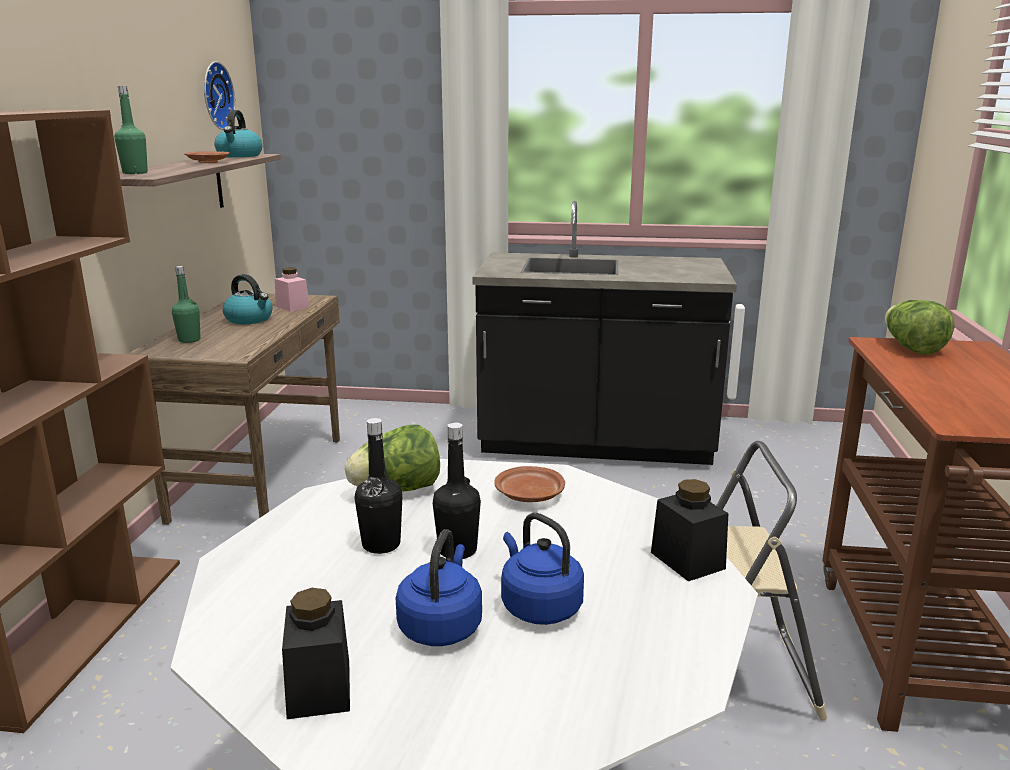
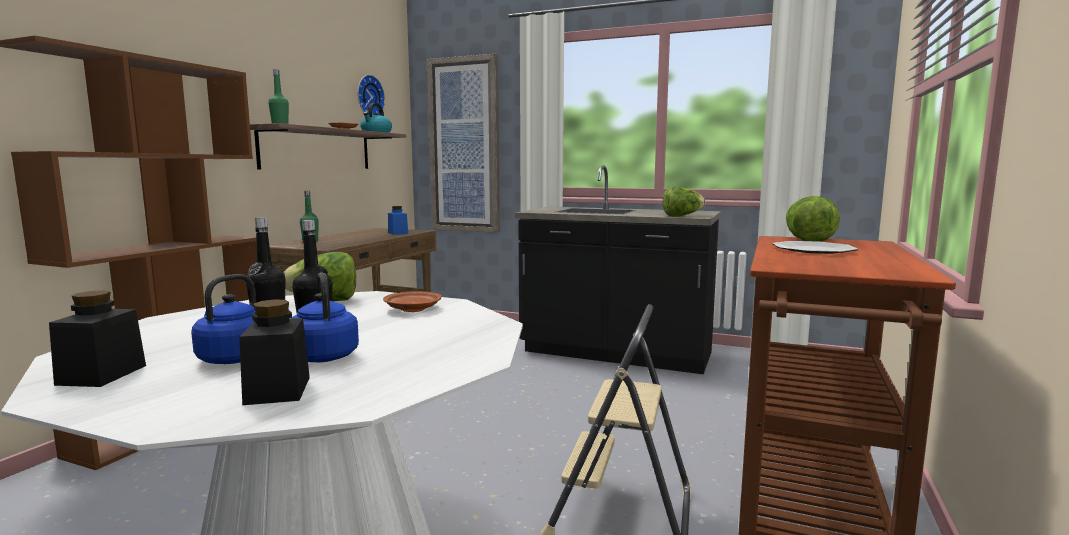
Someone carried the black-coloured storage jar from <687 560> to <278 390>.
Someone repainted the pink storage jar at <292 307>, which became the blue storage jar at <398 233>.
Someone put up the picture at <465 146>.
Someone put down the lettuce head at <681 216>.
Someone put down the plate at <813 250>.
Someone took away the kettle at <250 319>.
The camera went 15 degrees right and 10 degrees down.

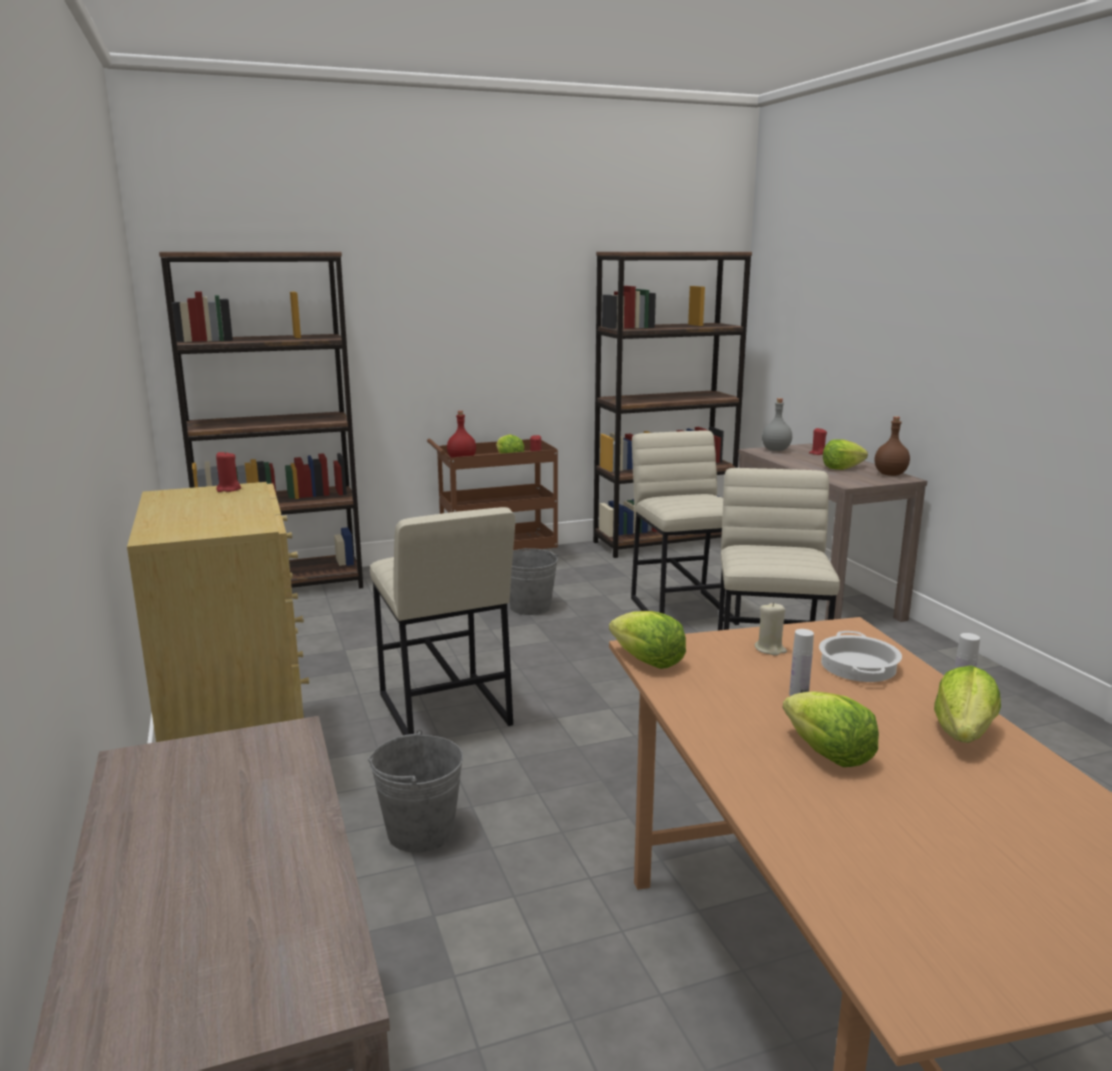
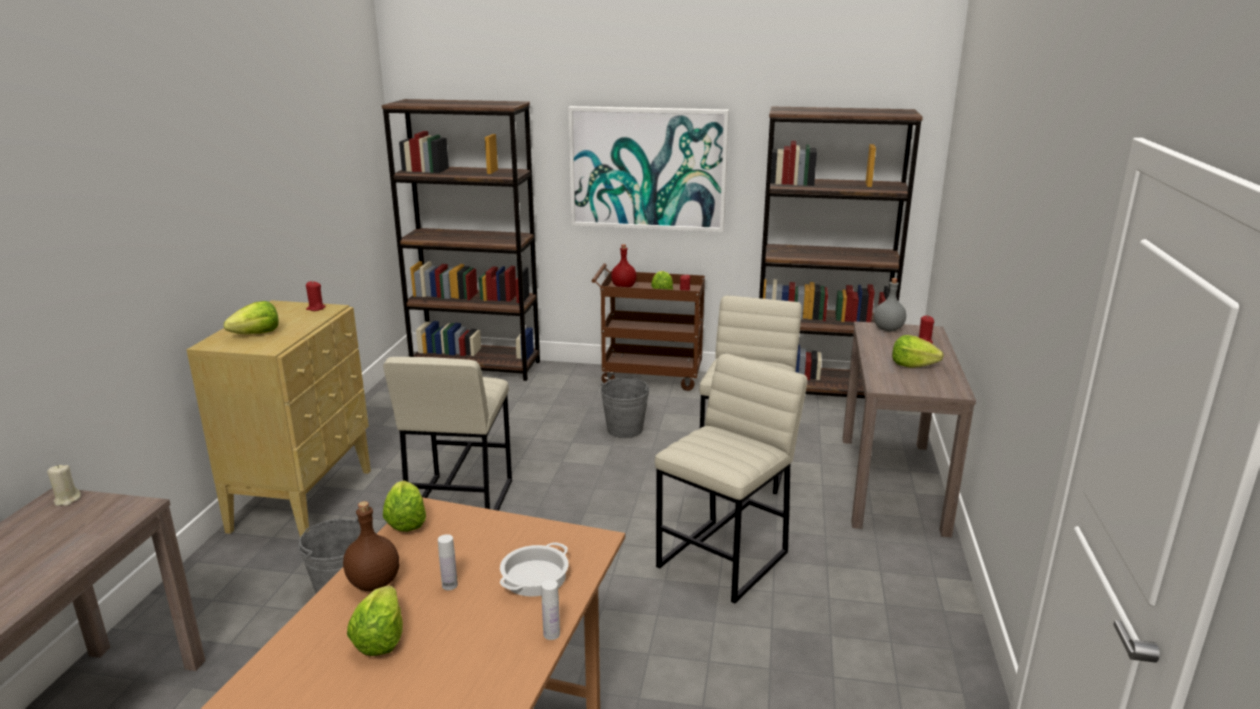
Someone carried the beige wax light from <770 649> to <67 500>.
Someone carried the lettuce head from <963 734> to <257 334>.
Someone carried the brown beverage bottle from <889 474> to <374 582>.
Someone put up the picture at <647 168>.
The camera went 30 degrees right and 5 degrees up.

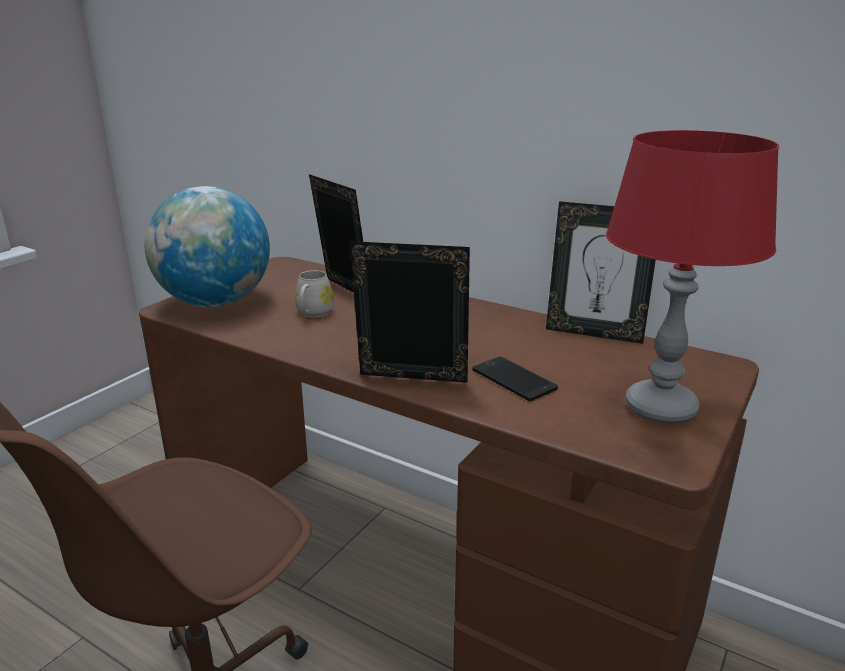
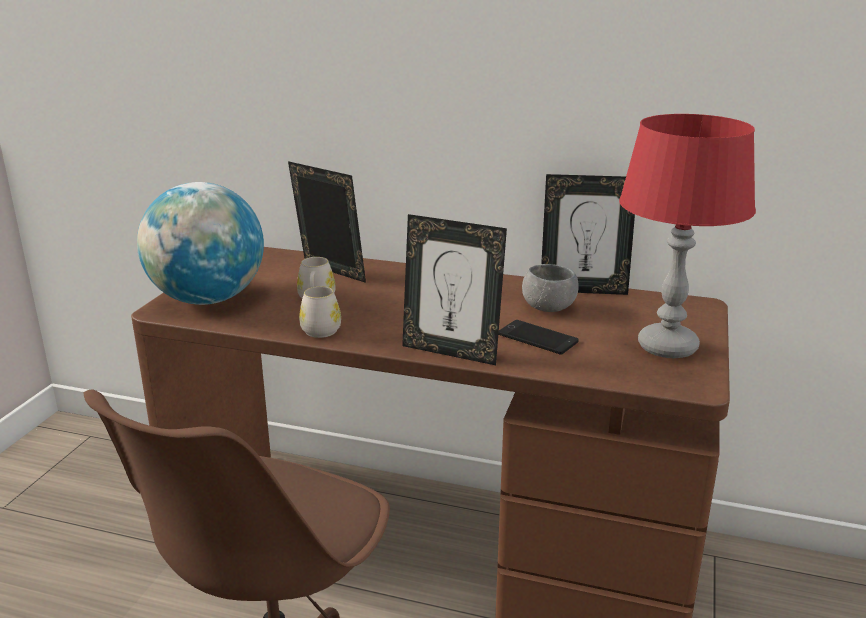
Someone put down the whitish coffee mug at <322 328>.
Someone rotated the picture frame at <411 382> by 150 degrees counterclockwise.
Someone put down the grey serving bowl at <549 308>.
The camera went 15 degrees left and 0 degrees up.

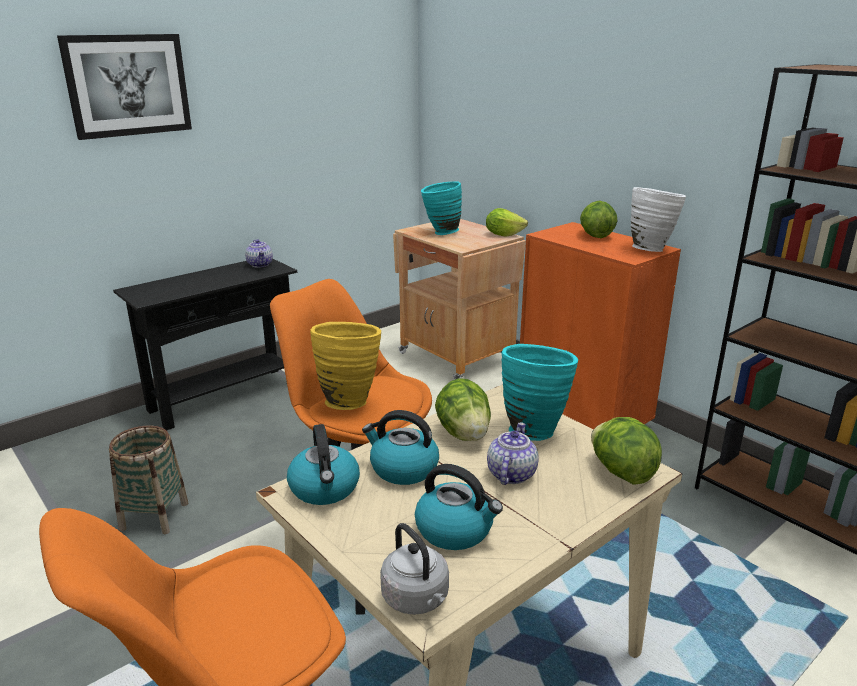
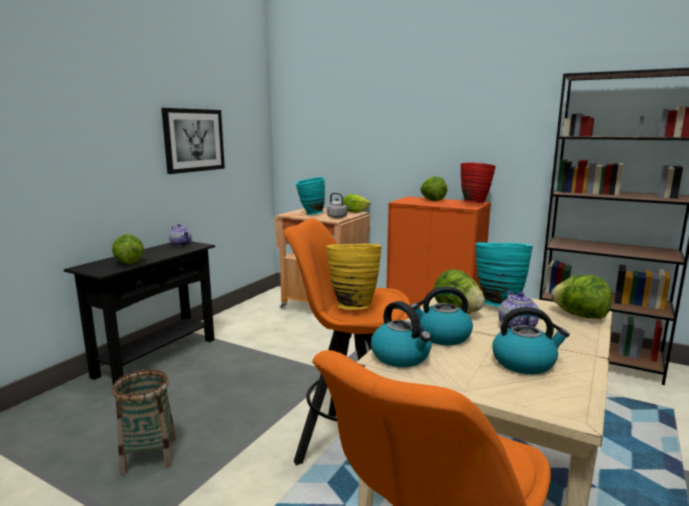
Someone put down the lettuce head at <128 263>.
Someone carried the picture from <128 85> to <194 140>.
Someone carried the grey kettle from <417 599> to <338 217>.
Someone repainted the whitish vase at <651 249>, which became the red vase at <474 203>.
The camera went 20 degrees left and 10 degrees down.

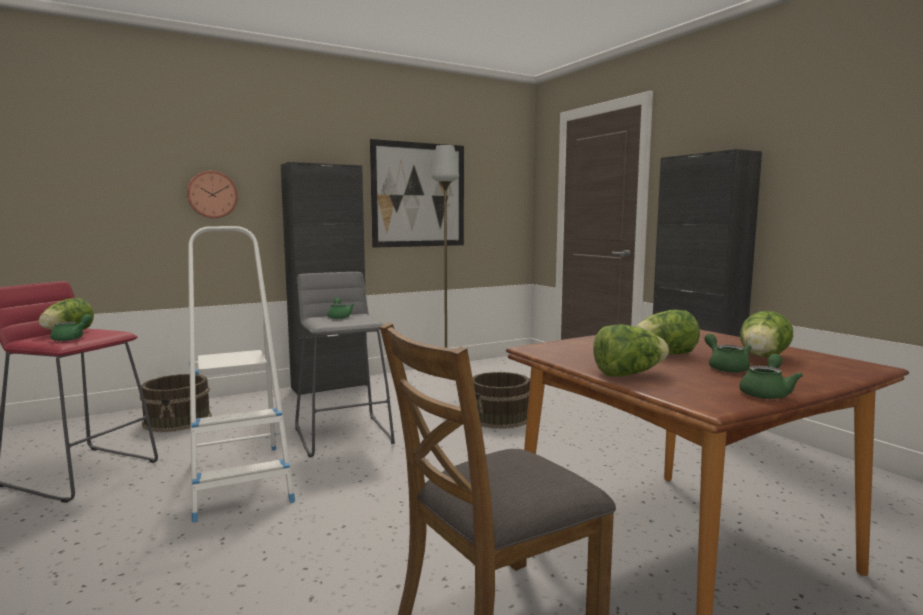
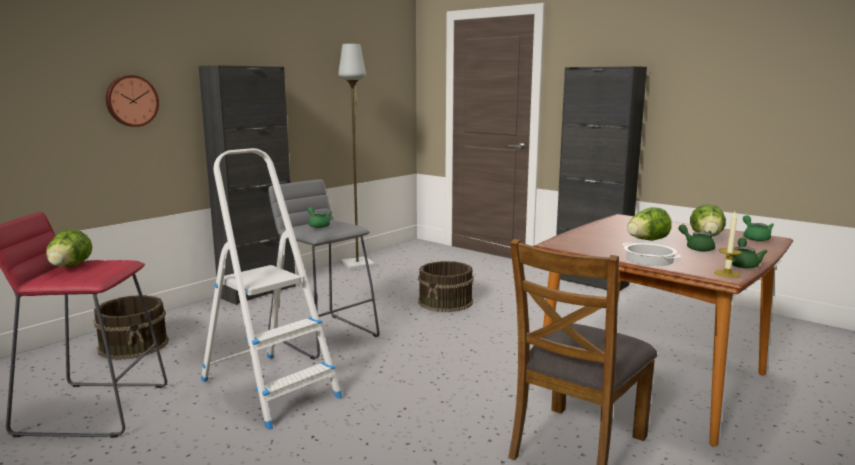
Someone swapped the lettuce head at <628 374> for the cooking pot at <648 259>.
Someone put down the wax light at <727 273>.
Someone carried the greenish teapot from <72 338> to <755 238>.
Someone took away the picture at <419 195>.
The camera went 20 degrees left and 5 degrees up.

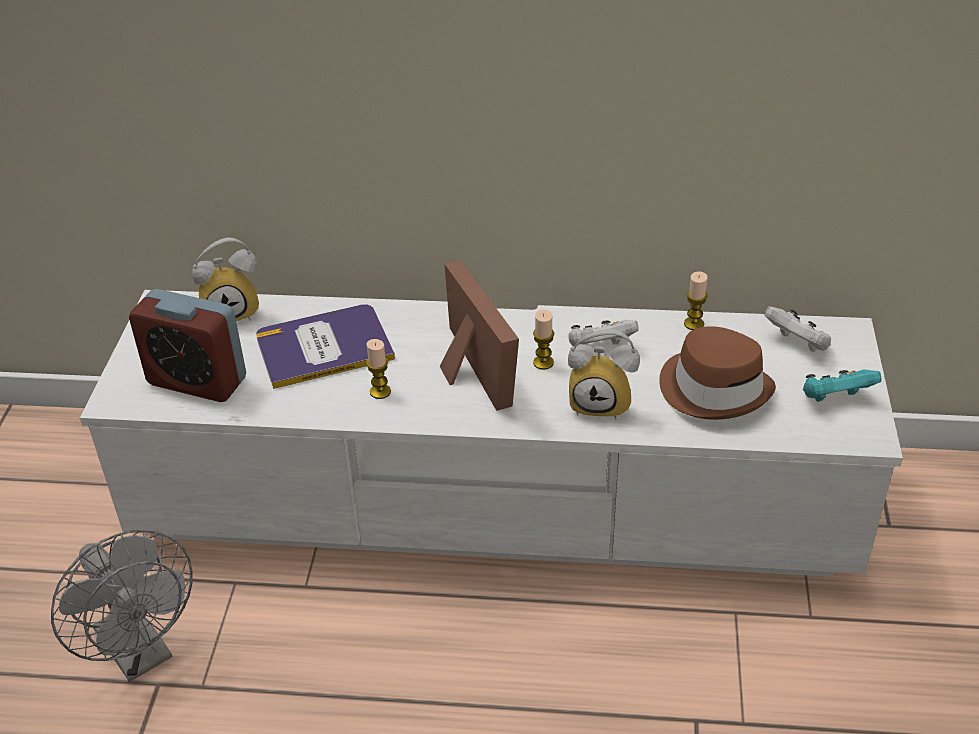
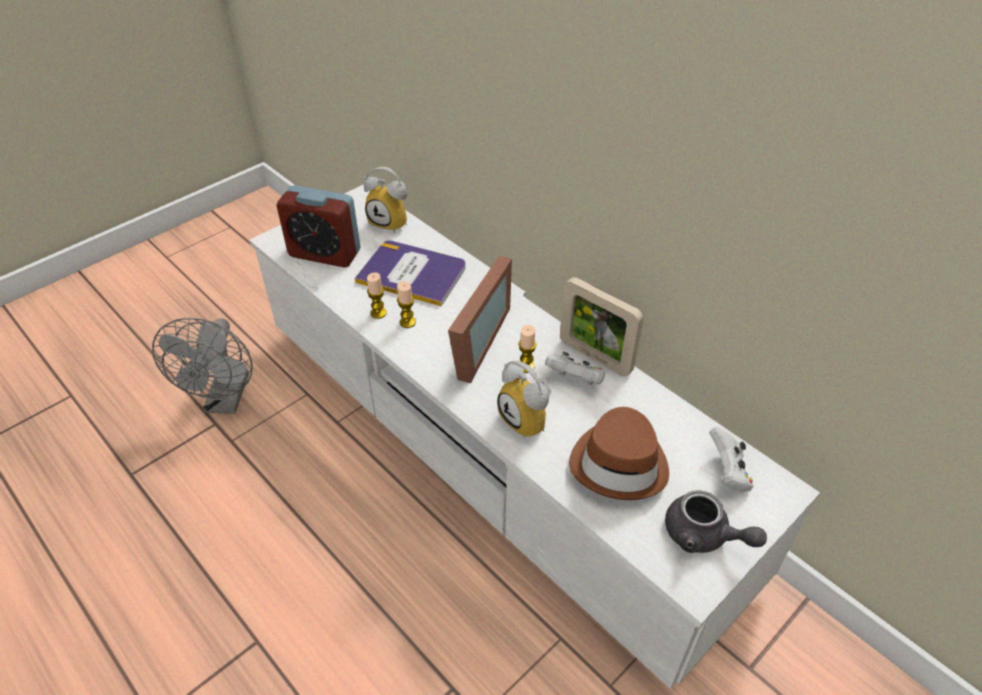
Someone rotated the alarm clock at <197 381> by 45 degrees counterclockwise.
Someone carried the wax light from <693 324> to <378 313>.
Someone put down the picture frame at <595 357>.
Someone swapped the turquoise gamepad at <835 399> for the grey teapot at <704 536>.
The camera went 40 degrees right and 5 degrees up.

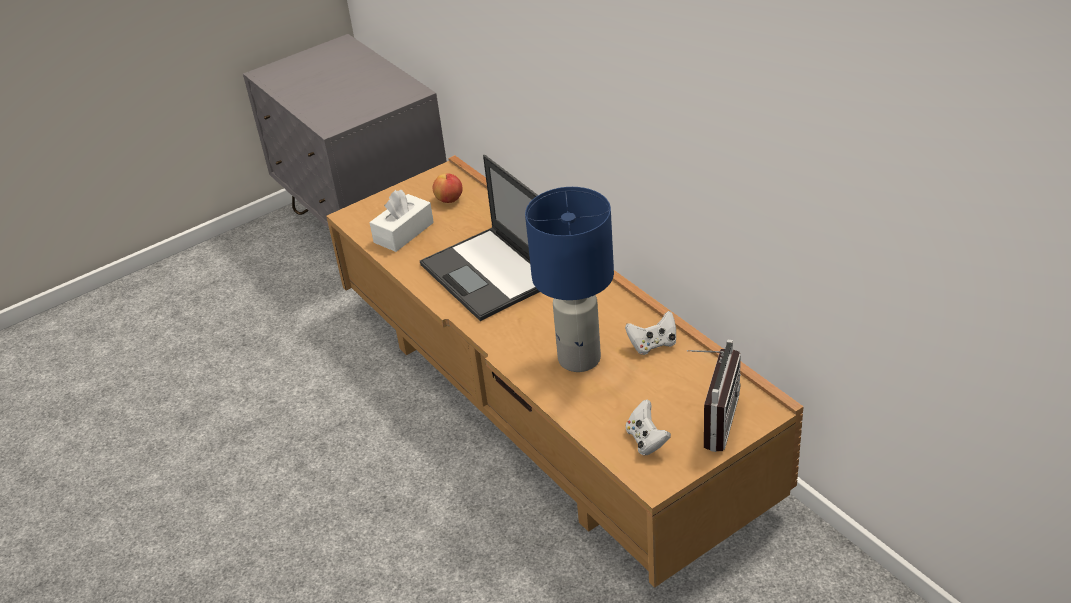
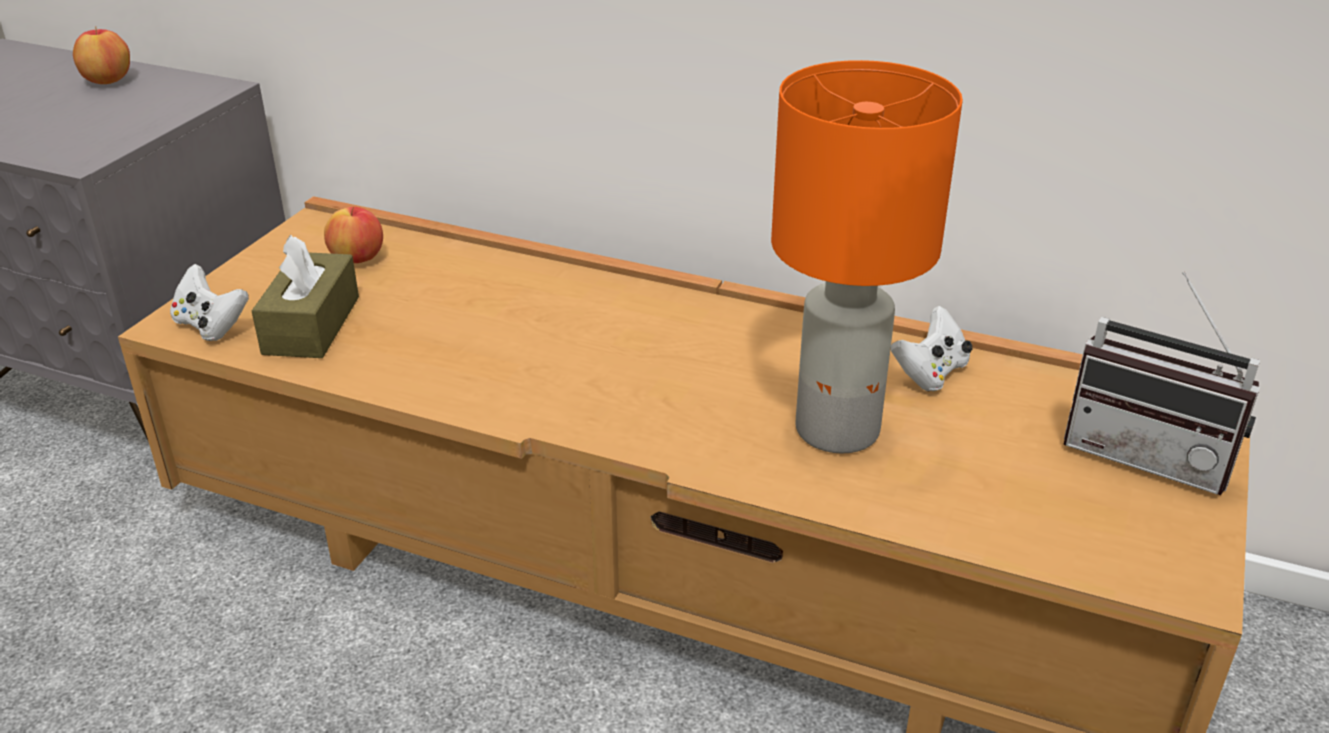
Someone put down the apple fruit at <108 81>.
Someone carried the whitish gamepad from <646 440> to <211 326>.
Someone repainted the whitish tissue holder at <403 232>, which became the brown tissue holder at <311 325>.
Someone repainted the blue tabletop lamp at <580 359>, which became the orange tabletop lamp at <839 430>.
Someone rotated the radio set at <711 420> by 135 degrees clockwise.
Someone took away the notebook computer at <490 274>.
The camera went 35 degrees left and 5 degrees down.

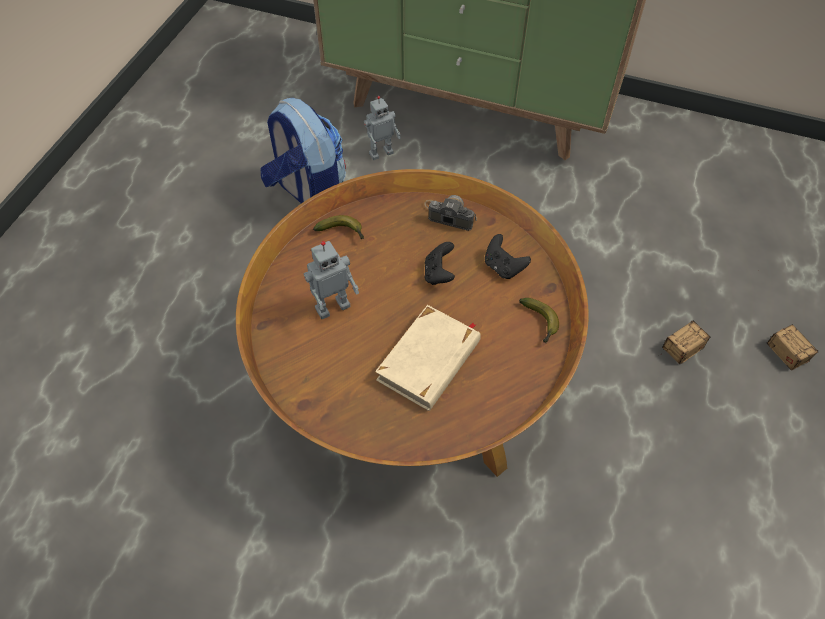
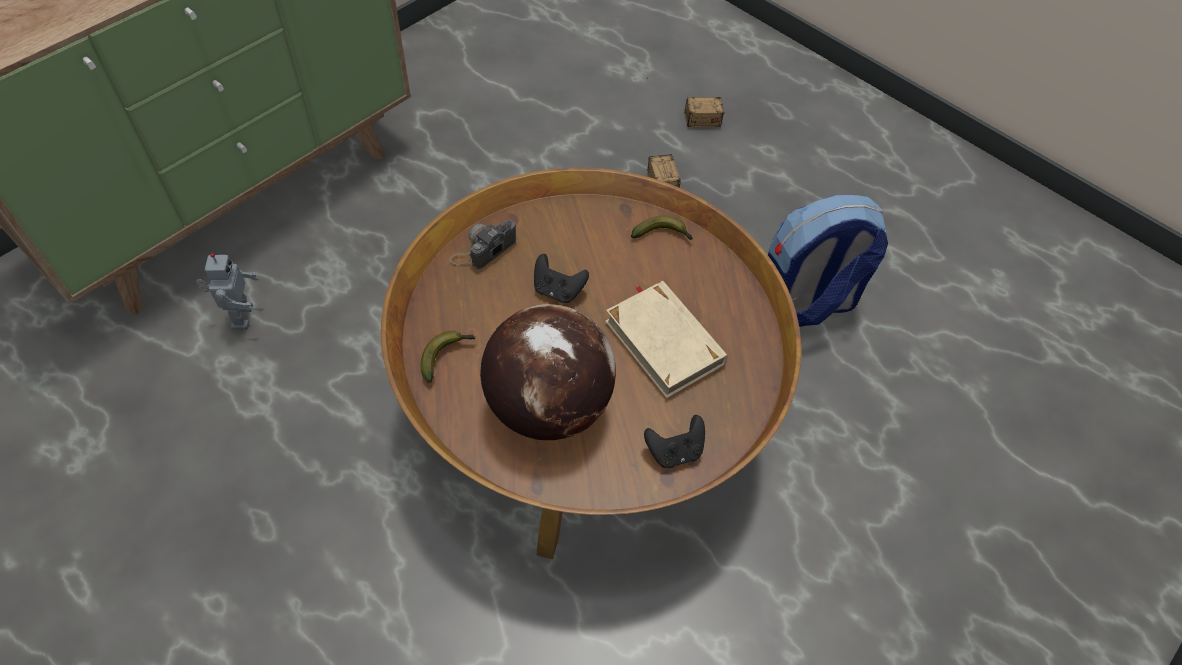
Someone swapped the toy robot at <332 306> for the globe at <547 405>.
Someone carried the black-coloured gamepad from <503 267> to <674 451>.
Someone carried the rucksack from <309 197> to <803 304>.
The camera went 70 degrees left and 0 degrees up.

